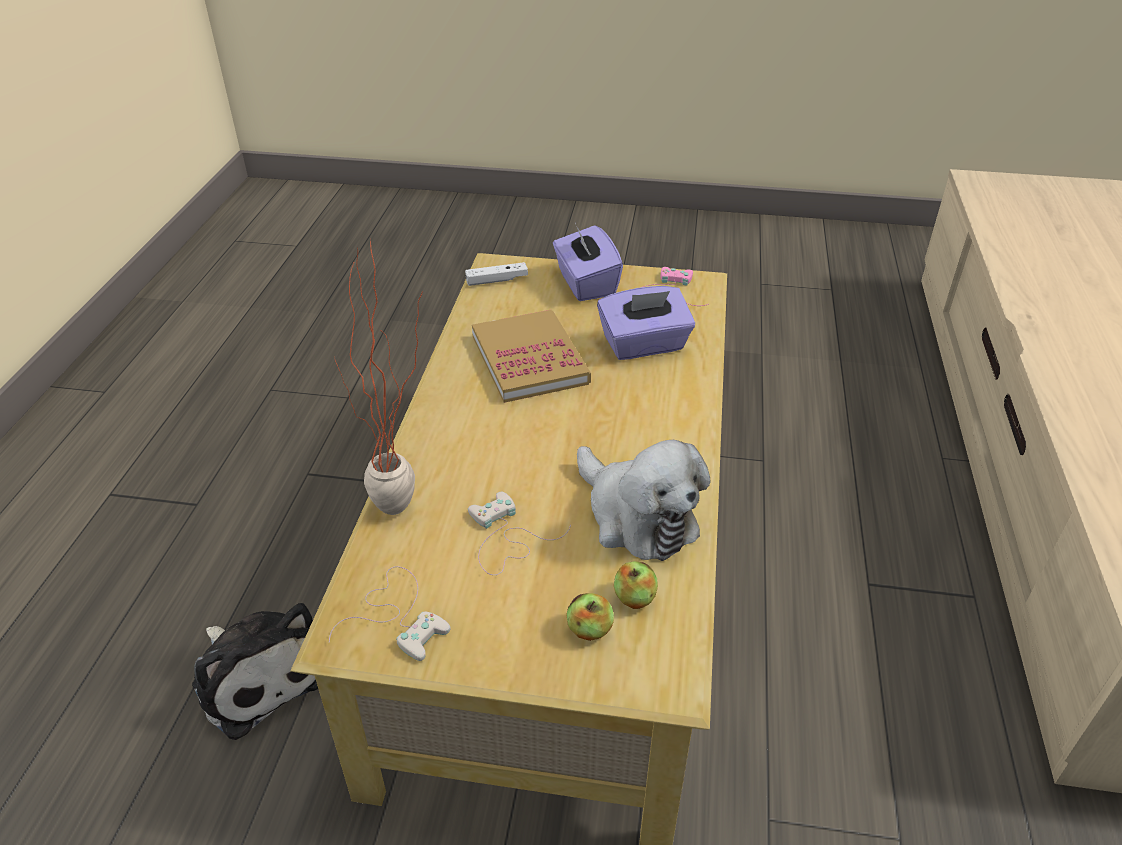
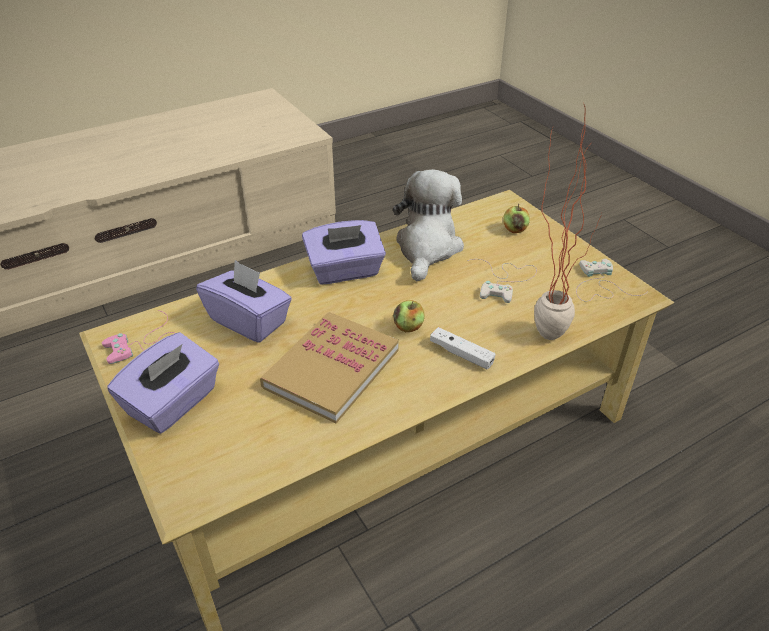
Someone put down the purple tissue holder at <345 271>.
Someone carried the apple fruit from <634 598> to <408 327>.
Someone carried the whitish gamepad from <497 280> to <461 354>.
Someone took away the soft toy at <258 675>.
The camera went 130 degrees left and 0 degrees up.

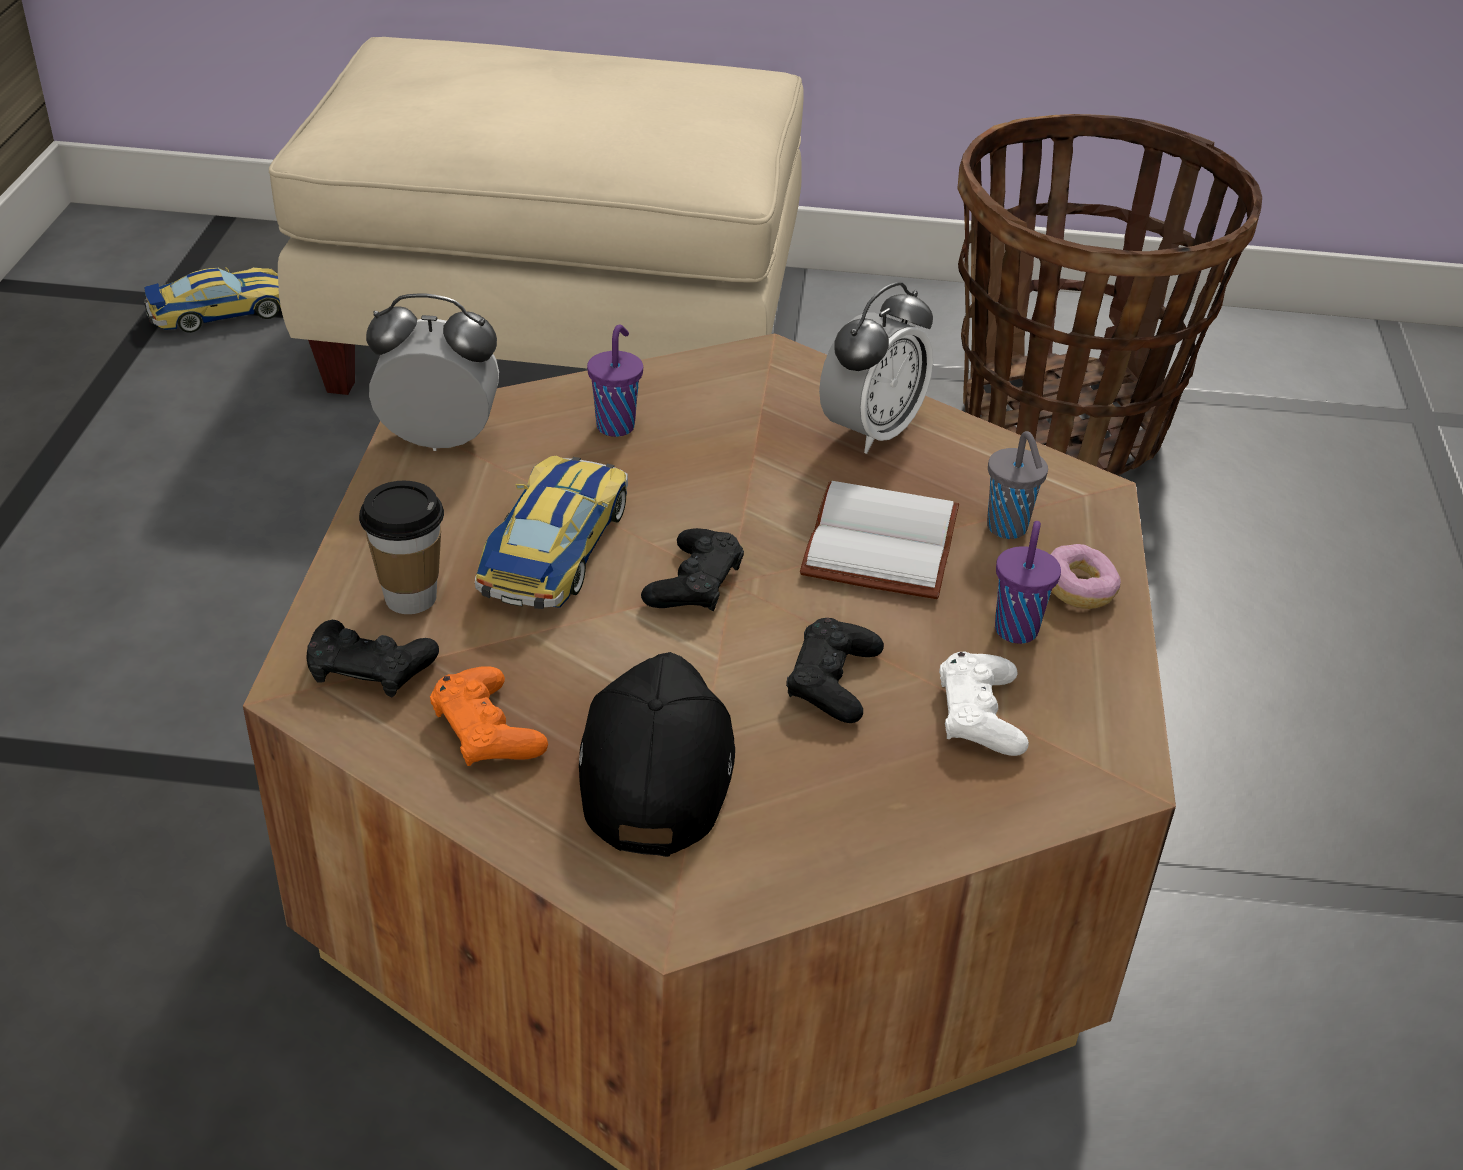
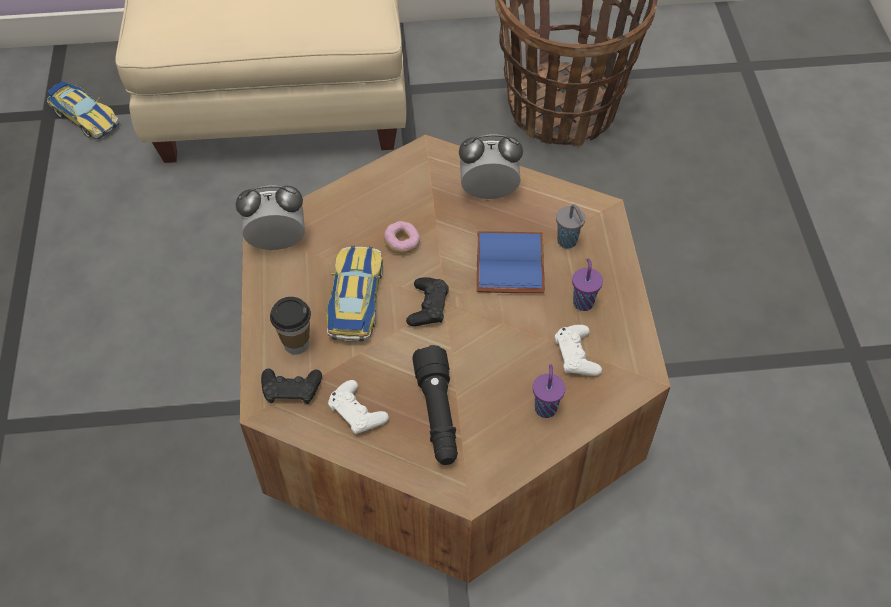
Someone rotated the toy car at <222 312> by 75 degrees clockwise.
Someone repainted the orange gamepad at <487 730>, which became the whitish gamepad at <357 412>.
Someone carried the doughnut from <1078 590> to <402 243>.
Someone swapped the black-coloured cap at <654 765> for the black-coloured hand torch at <438 414>.
Someone rotated the alarm clock at <870 431> by 120 degrees counterclockwise.
Someone repainted the whitish bound book at <885 546>, which became the blue bound book at <512 265>.
Someone carried the purple cup from <616 425> to <545 407>.
Someone took away the black-coloured gamepad at <833 681>.
The camera went 10 degrees left and 15 degrees up.

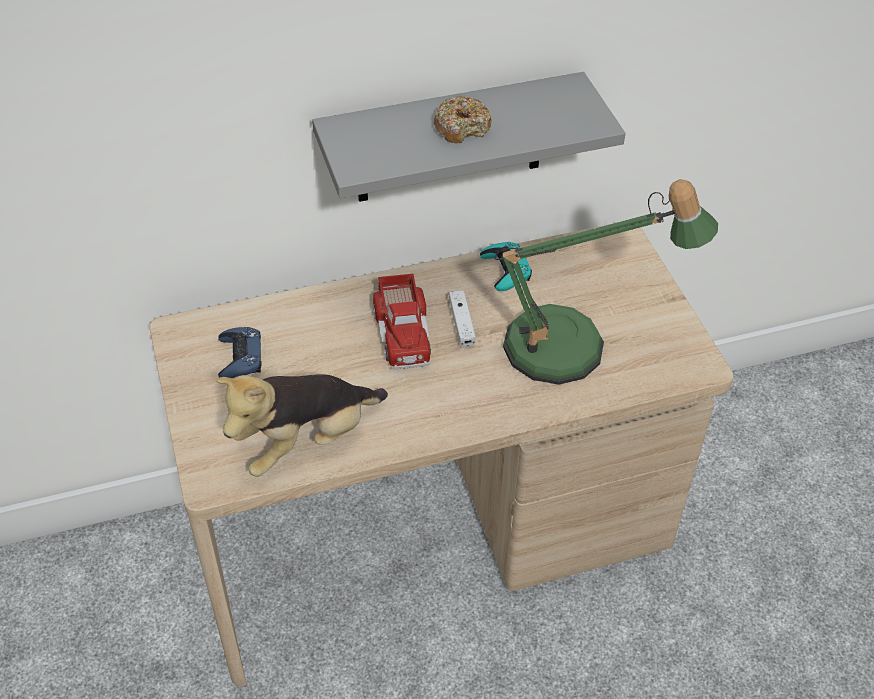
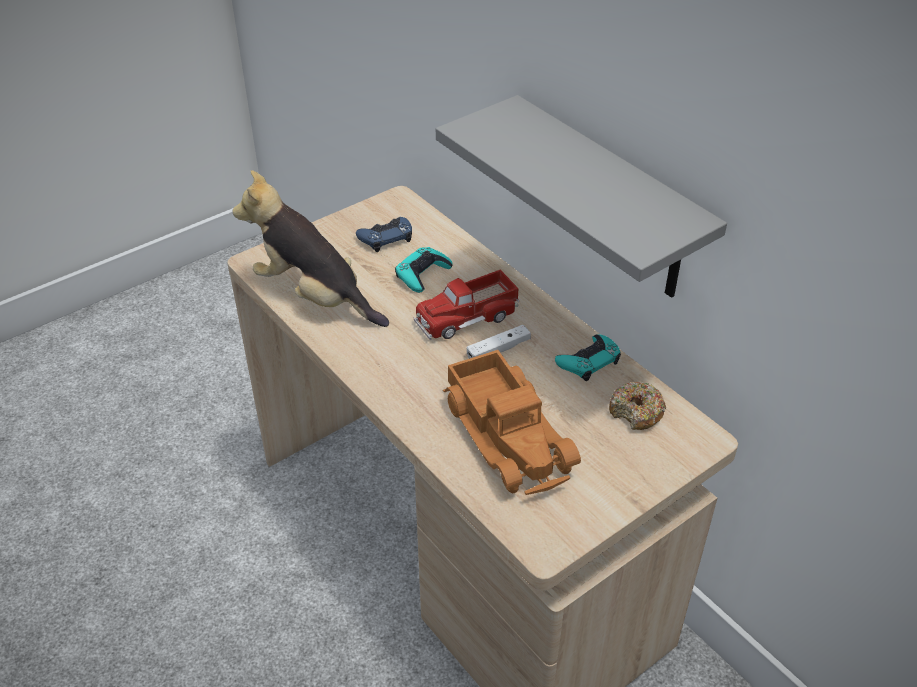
Someone put down the turquoise gamepad at <422 274>.
Someone swapped the tabletop lamp at <572 349> for the toy truck at <509 434>.
Someone carried the doughnut from <462 127> to <636 412>.
The camera went 70 degrees right and 5 degrees down.

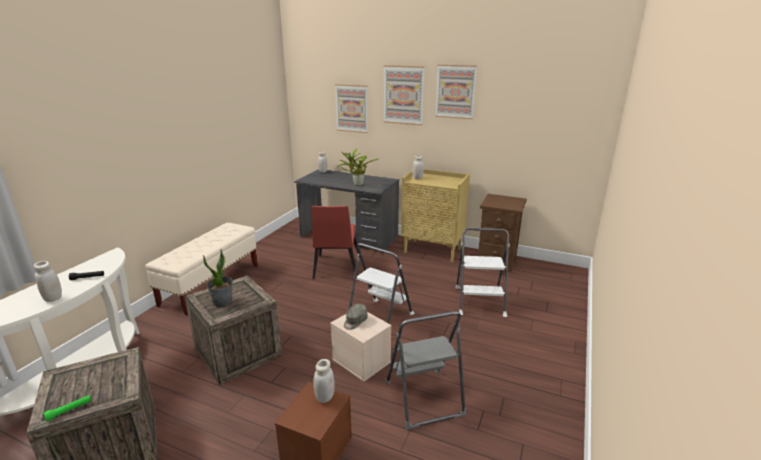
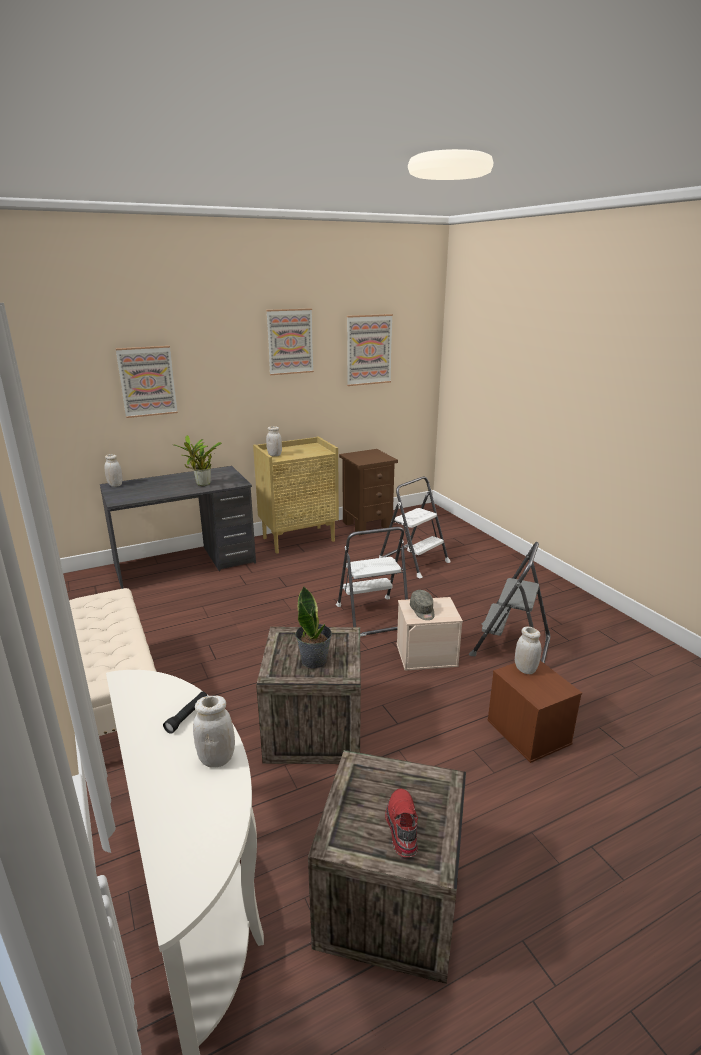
Someone carried the picture from <403 95> to <369 350>.
Someone put down the red item of footwear at <401 826>.
Someone took away the greenish hand torch at <69 410>.
Someone took away the red upright chair at <336 268>.
The camera went 50 degrees left and 0 degrees up.

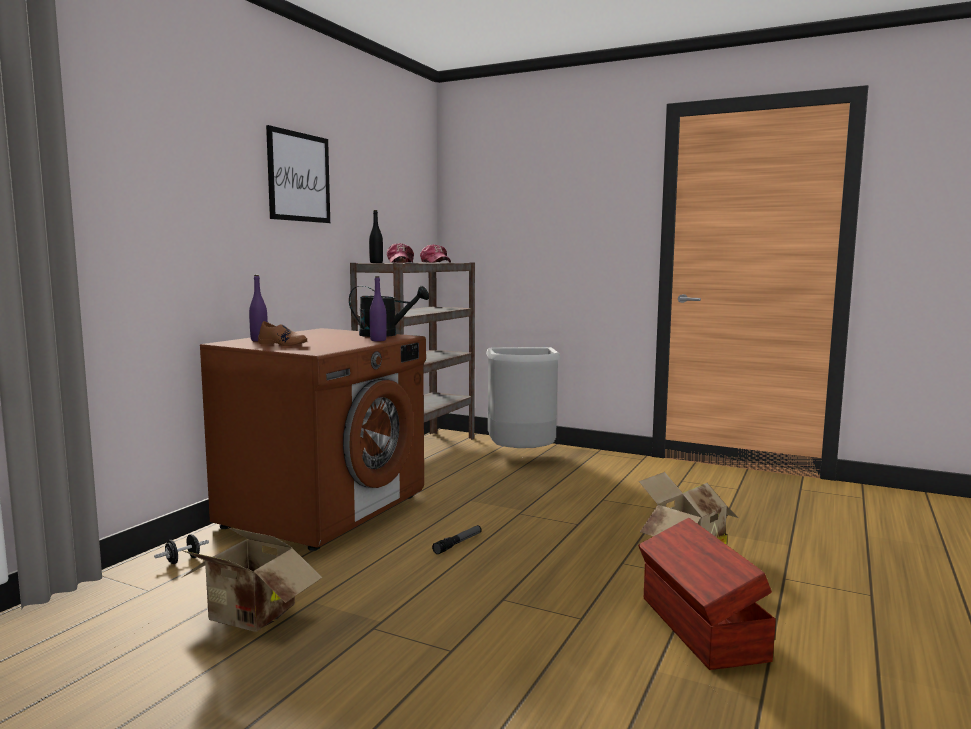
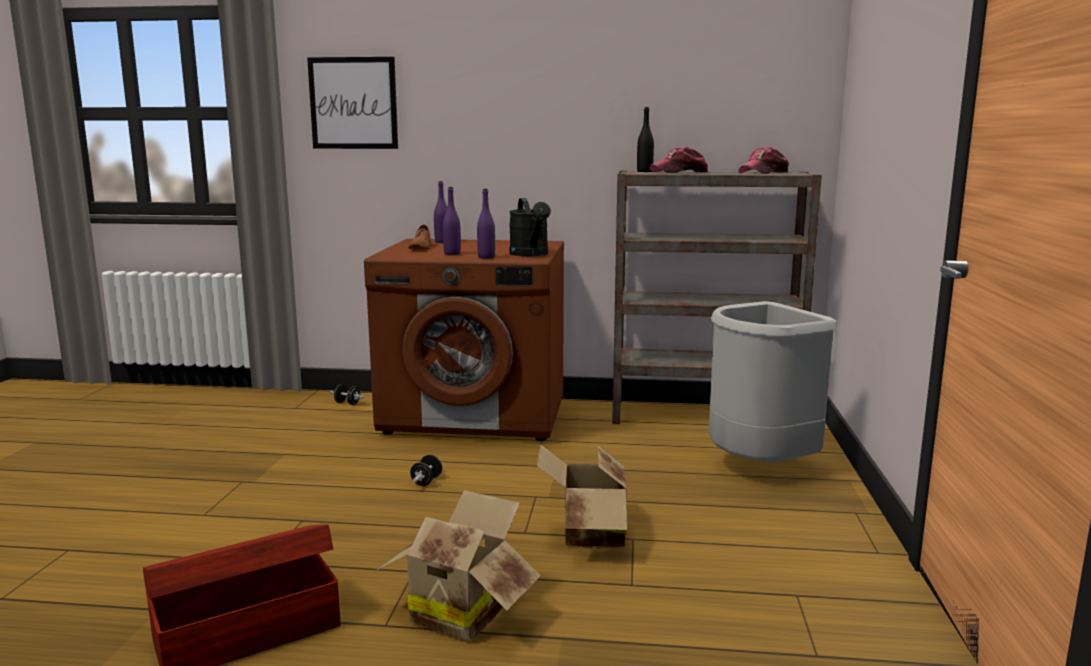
Someone carried the picture from <299 177> to <353 103>.
Someone swapped the hand torch at <458 543> for the black-coloured hand weight at <426 481>.
Someone put down the purple beverage bottle at <452 253>.
Someone carried the cardboard box from <250 618> to <588 535>.
The camera went 70 degrees right and 5 degrees up.

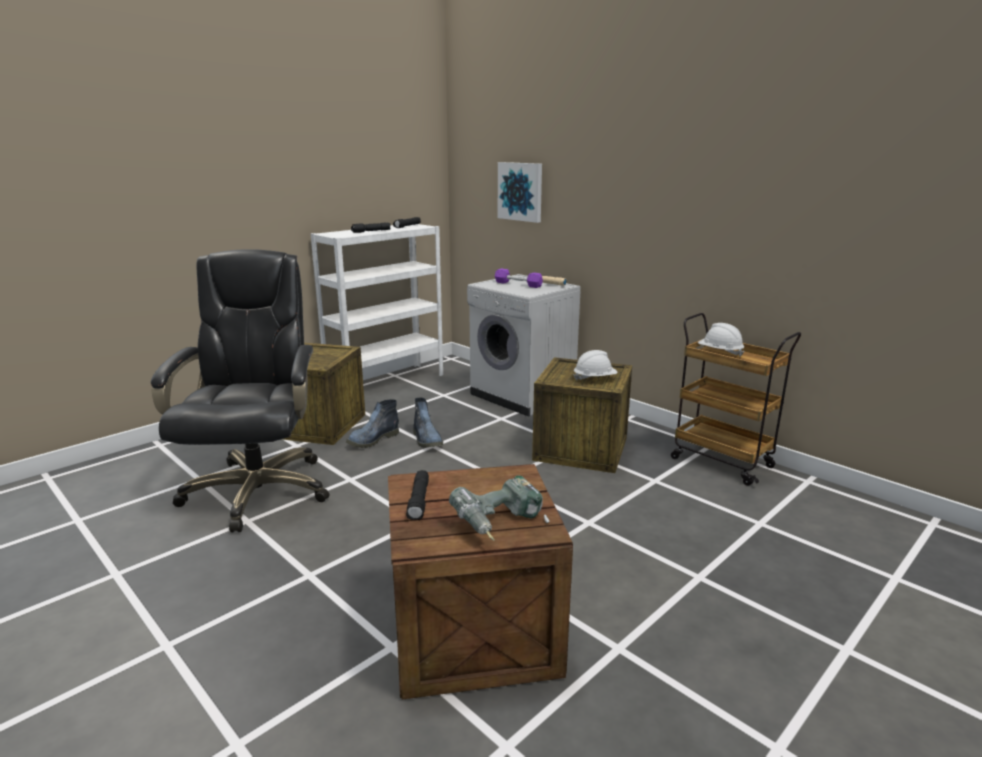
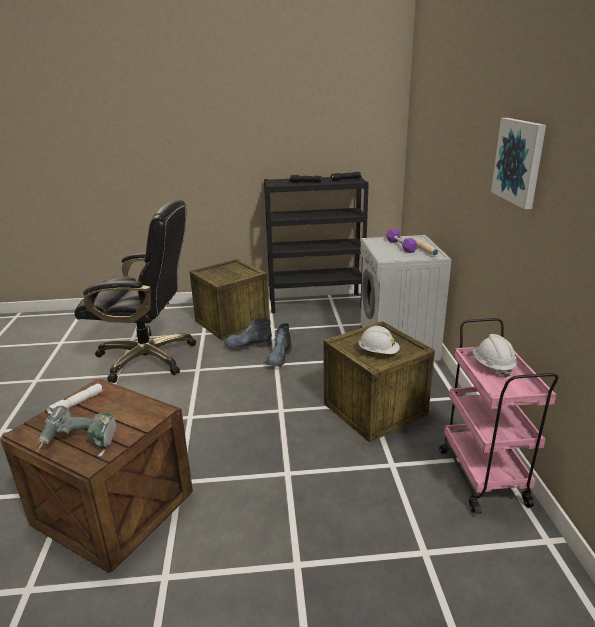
Someone repainted the black-coloured hand torch at <419 501>, which became the whitish hand torch at <77 404>.
Someone rotated the black-coloured computer chair at <258 490> by 60 degrees clockwise.
Someone repainted the whitish bookcase at <386 383>, which became the black-coloured bookcase at <316 303>.
Someone repainted the brown wheeled cart at <722 462>, which became the pink wheeled cart at <483 478>.
Someone carried the picture from <520 191> to <519 161>.
The camera went 40 degrees right and 5 degrees up.

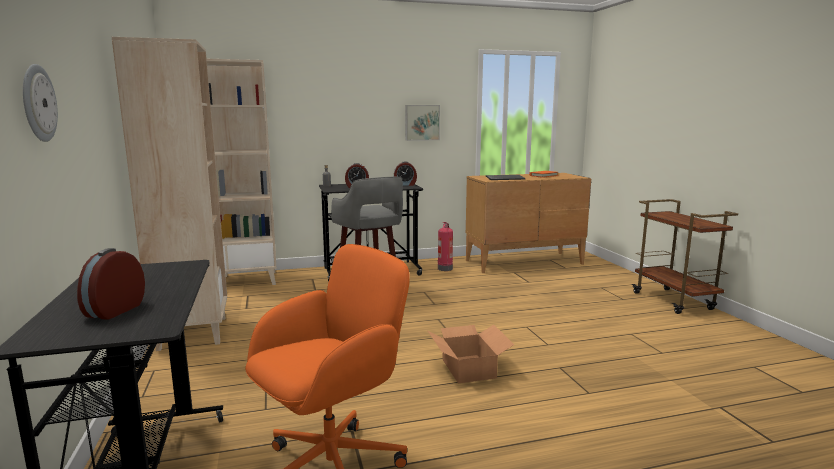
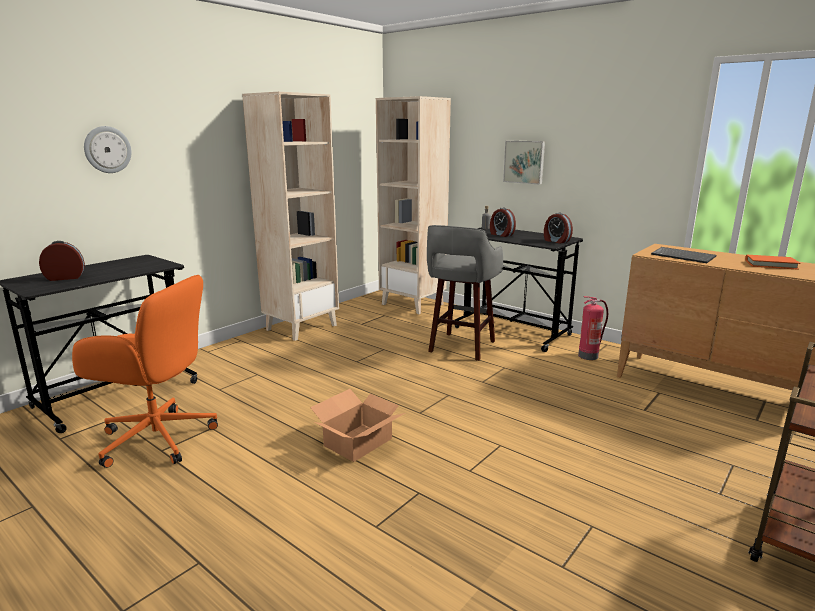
Someone carried the picture from <422 122> to <524 162>.
The camera went 55 degrees right and 5 degrees up.

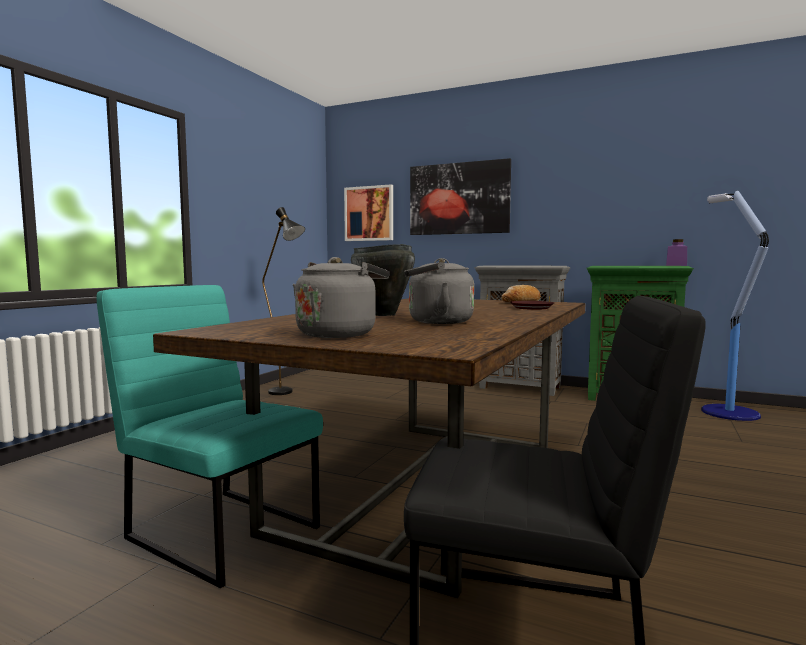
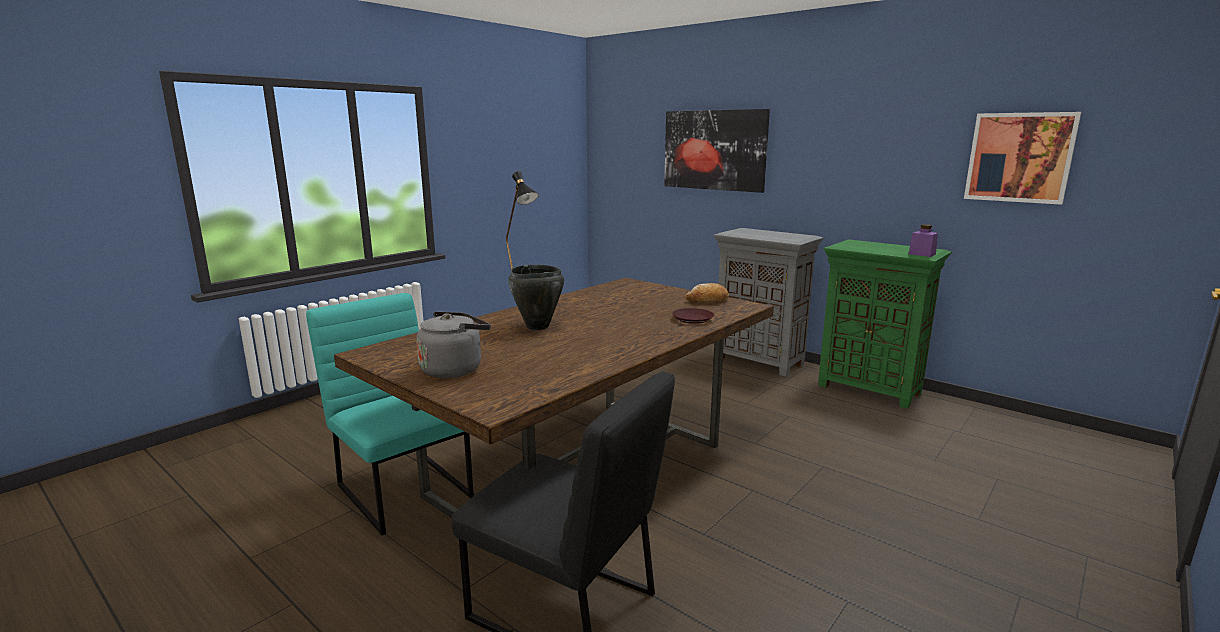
Someone carried the picture from <369 213> to <1019 157>.
Someone took away the grey kettle at <436 322>.
Someone took away the standing lamp at <727 412>.
The camera went 15 degrees right and 10 degrees up.

